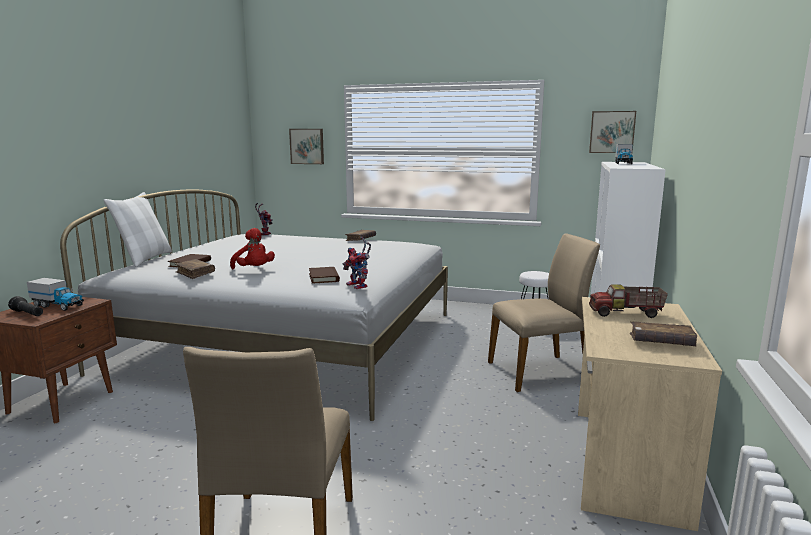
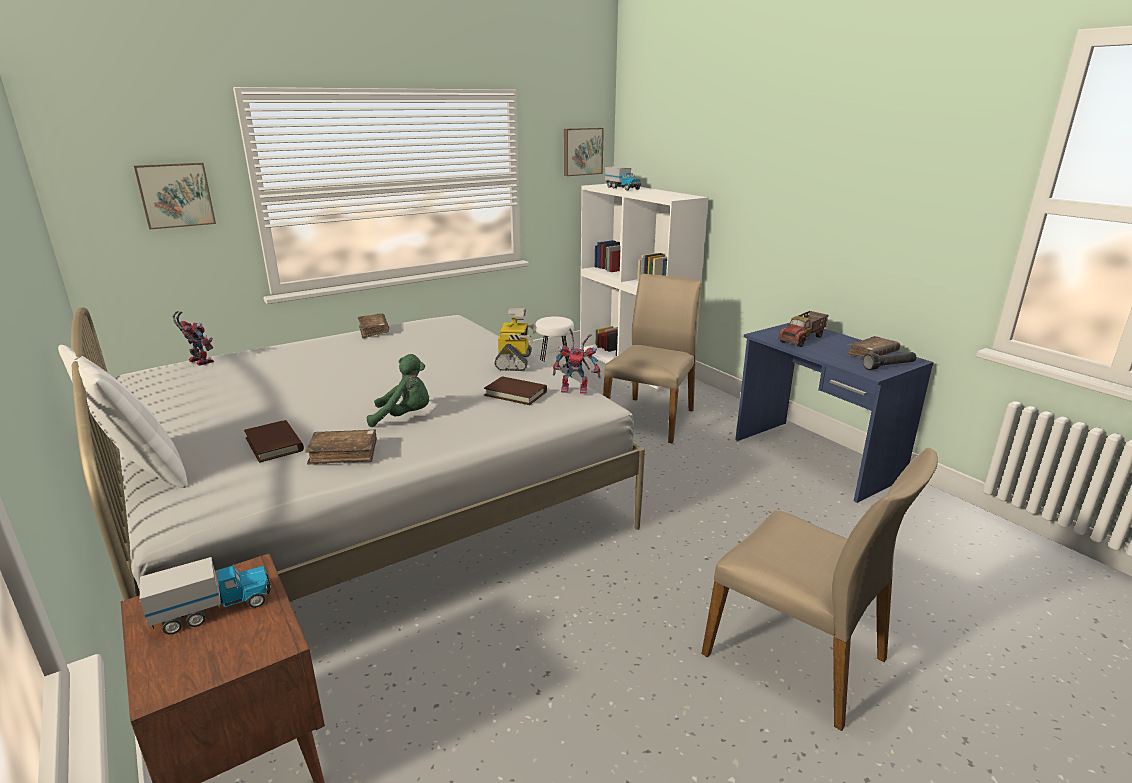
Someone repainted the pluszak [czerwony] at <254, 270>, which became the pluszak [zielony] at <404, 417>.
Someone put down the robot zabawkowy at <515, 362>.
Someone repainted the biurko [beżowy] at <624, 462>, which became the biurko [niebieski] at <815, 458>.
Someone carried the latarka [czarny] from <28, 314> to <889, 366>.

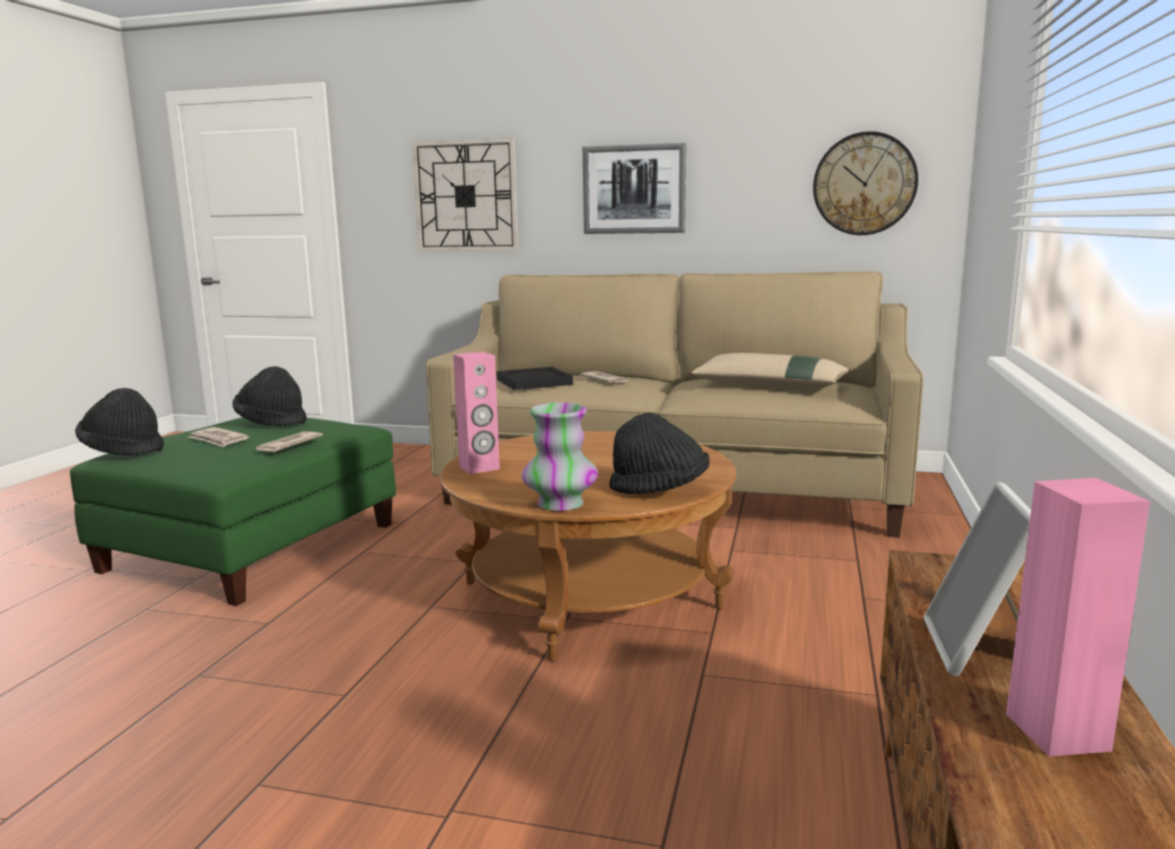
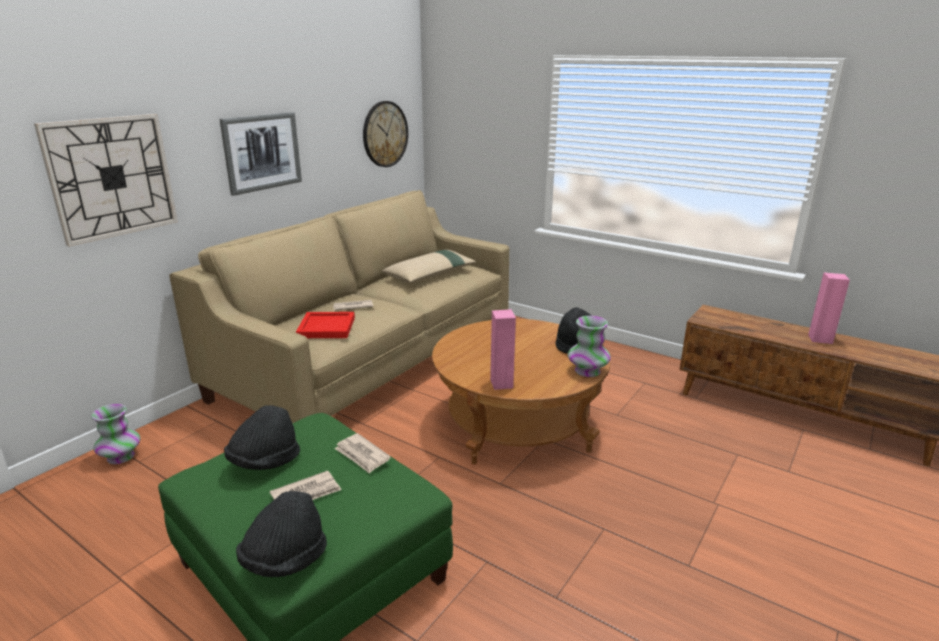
Someone put down the wazon at <121, 457>.
Someone repainted the taca [czarny] at <533, 382>, which became the taca [czerwony] at <327, 328>.
Someone took away the ramka na zdjęcie at <980, 651>.

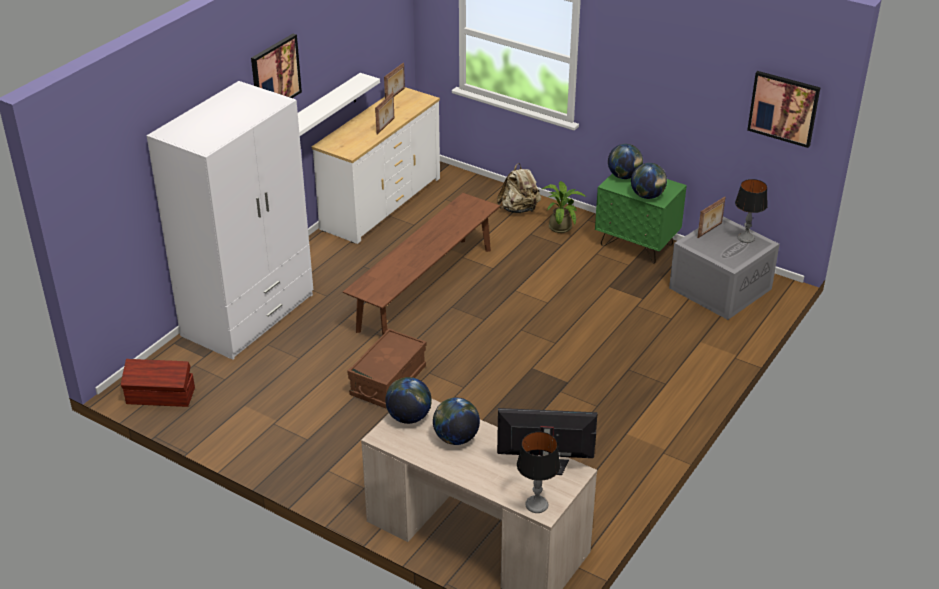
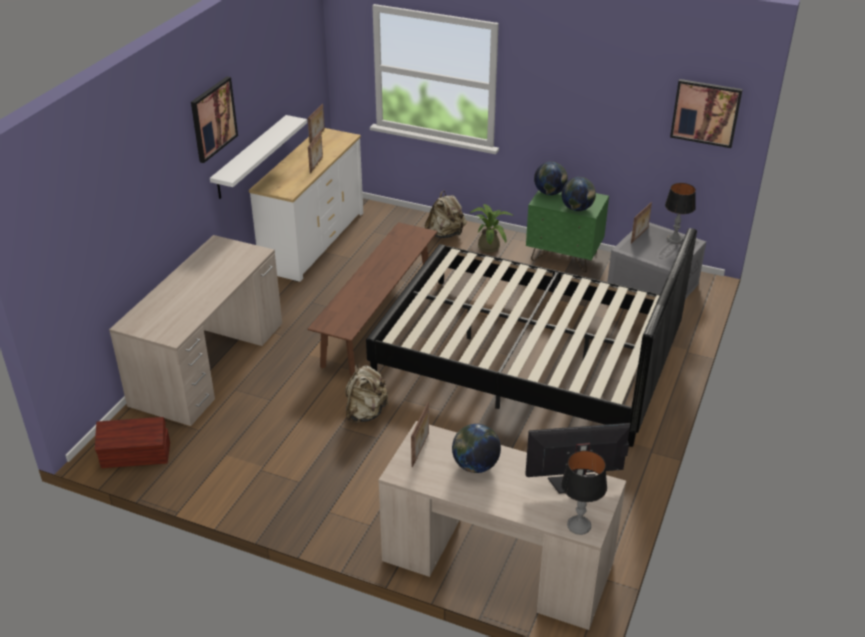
Someone swapped the szafa [biały] at <249, 315> for the biurko [beżowy] at <209, 362>.
Someone swapped the pojemnik do przechowywania [brązowy] at <388, 381> for the plecak [beżowy] at <365, 413>.
Someone put down the łóżko [czarny] at <527, 356>.
Someone swapped the globus at <409, 417> for the ramka na zdjęcie at <421, 450>.

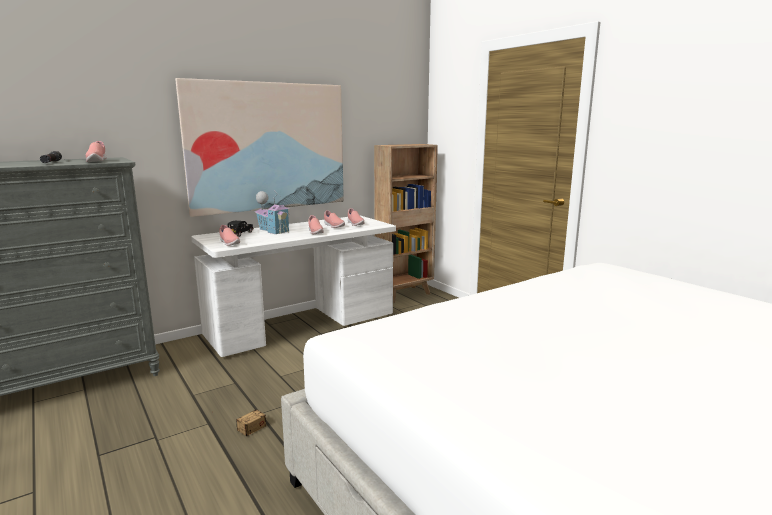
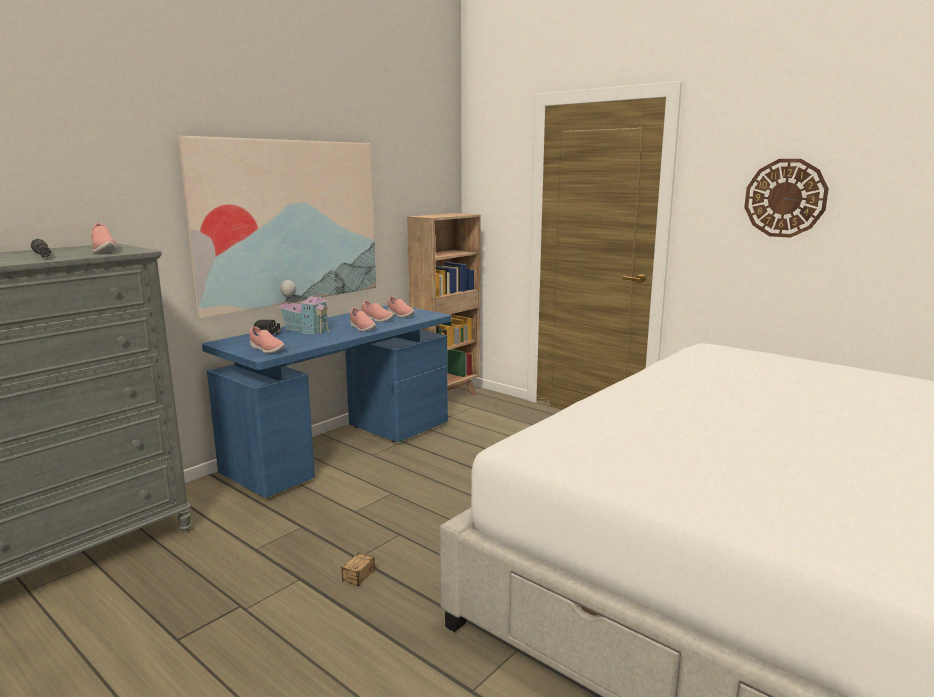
Someone repainted the biurko [biały] at <302, 326>, which became the biurko [niebieski] at <343, 448>.
Someone put up the zegar ścienny at <785, 198>.

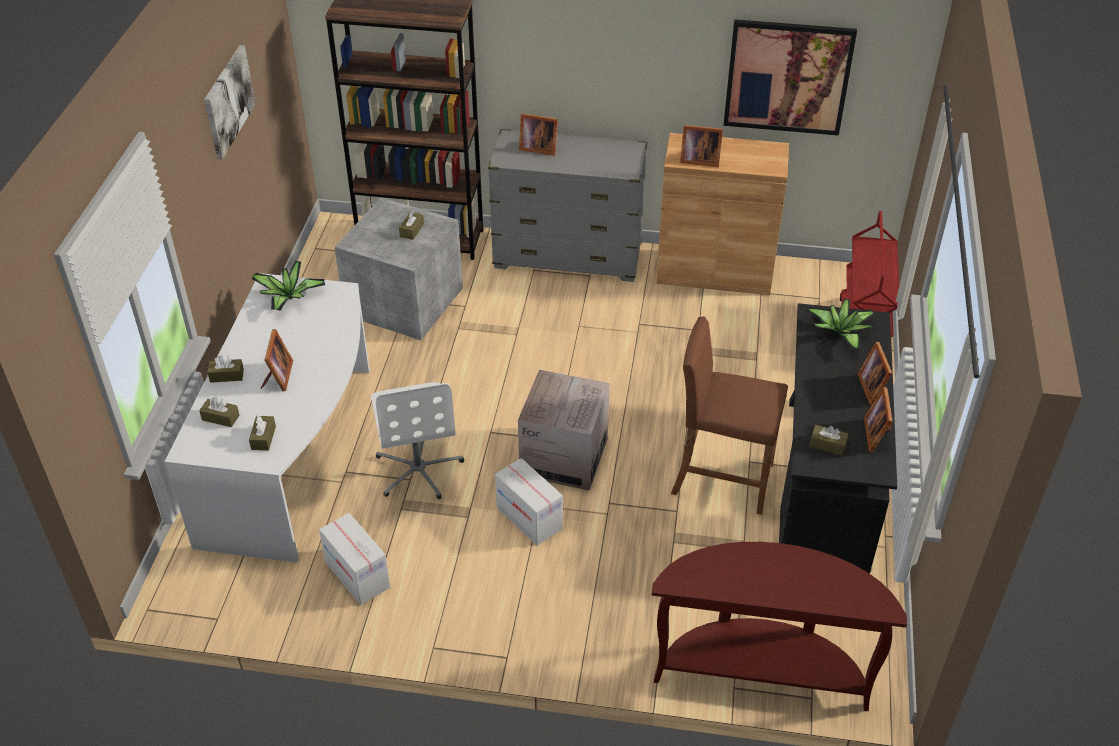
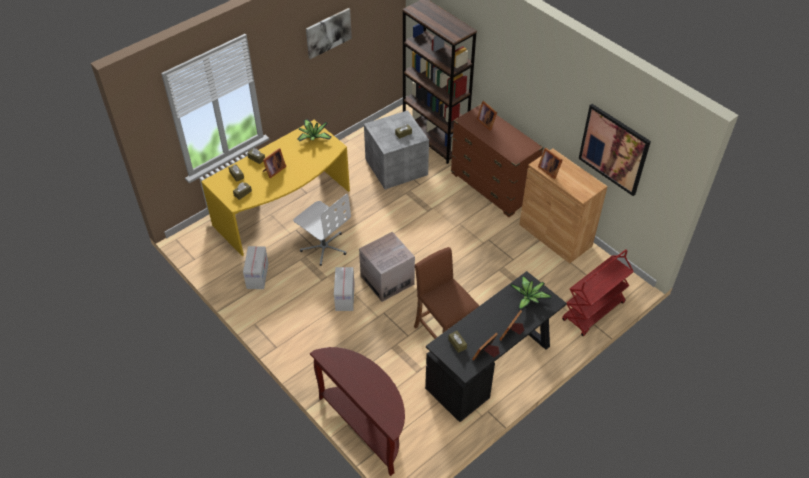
Someone repainted the biurko [biały] at <294, 455>, which became the biurko [żółty] at <284, 210>.
Someone rotated the krzesło biurowe [biały] at <418, 469> by 75 degrees counterclockwise.
Someone repainted the komoda [szary] at <568, 257>, which became the komoda [brązowy] at <492, 187>.

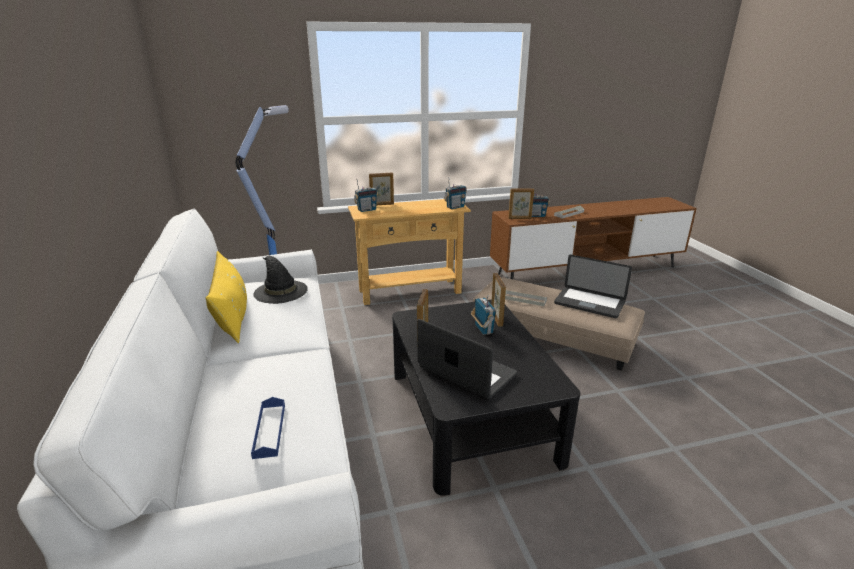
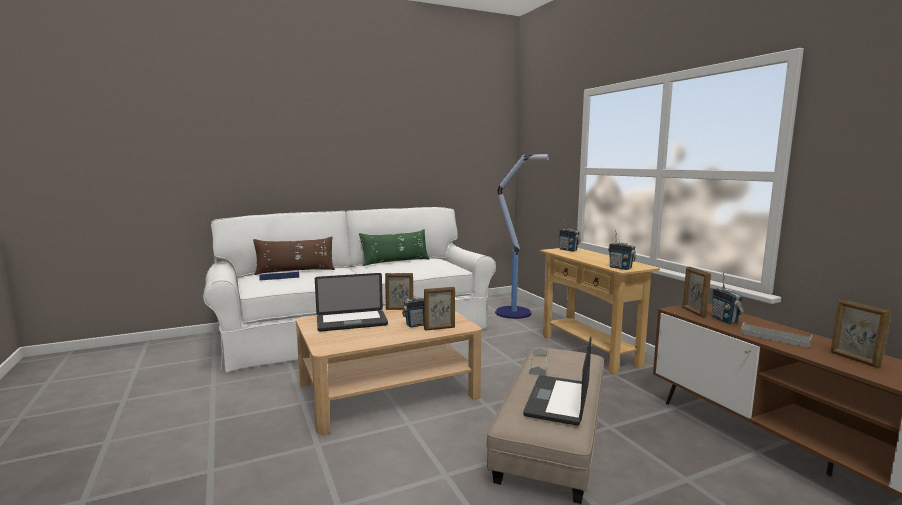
Someone put down the poduszka [brązowy] at <295, 271>.
Someone repainted the ława [czarny] at <470, 415>, which became the ława [beżowy] at <388, 390>.
Someone rotated the laptop at <466, 371> by 45 degrees clockwise.
Someone repainted the poduszka [żółty] at <232, 315>, which became the poduszka [zielony] at <395, 262>.
Someone carried the ramka na zdjęcie from <382, 204> to <854, 359>.
Someone took away the kapelusz [czarny] at <280, 291>.

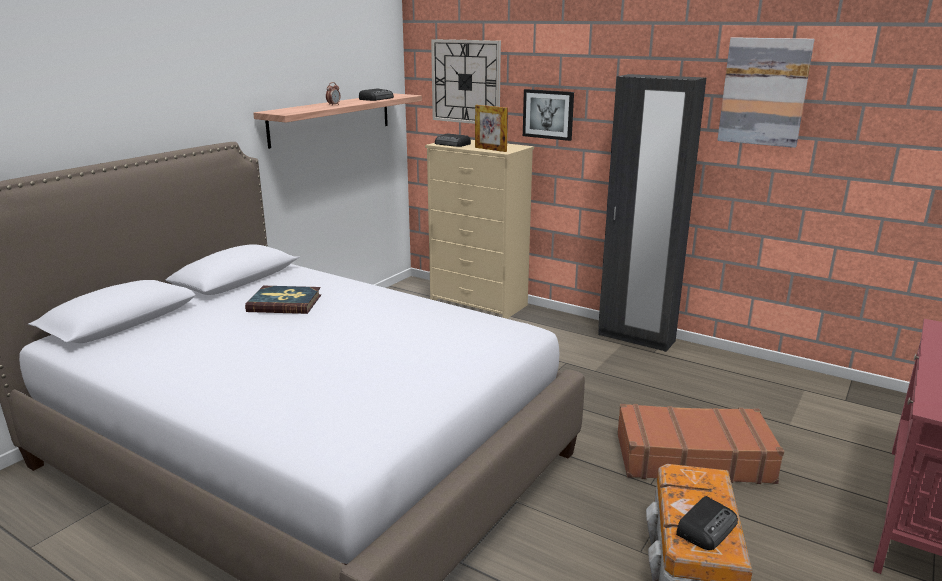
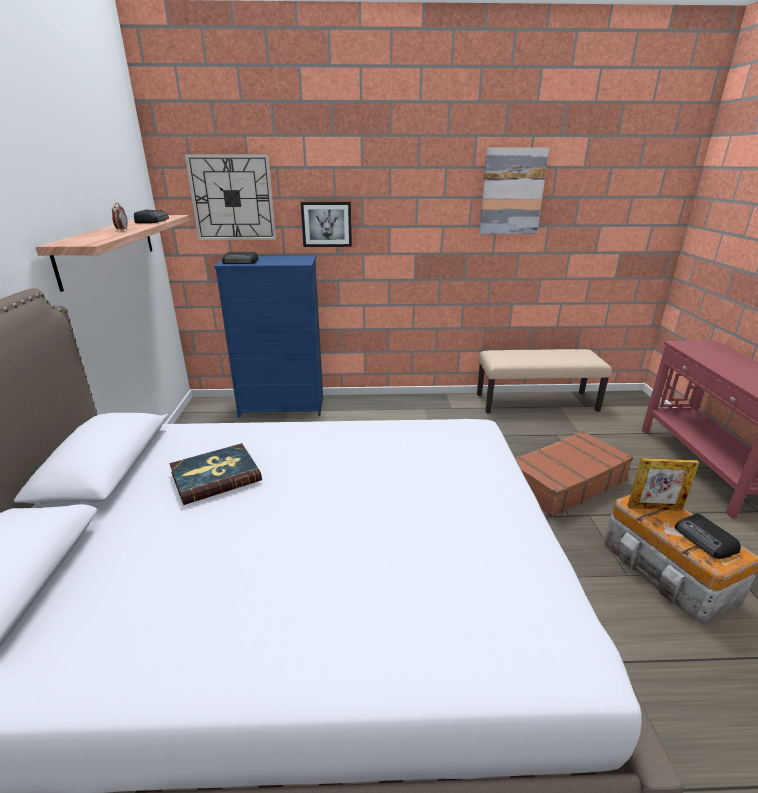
Someone repainted the komoda [beżowy] at <479, 304>, which became the komoda [niebieski] at <283, 407>.
Someone put down the ławka [beżowy] at <536, 402>.
Someone carried the ramka na zdjęcie from <490, 149> to <654, 508>.
Someone rotated the radio at <706, 527> by 150 degrees clockwise.
Someone took away the szafa [czarny] at <636, 338>.

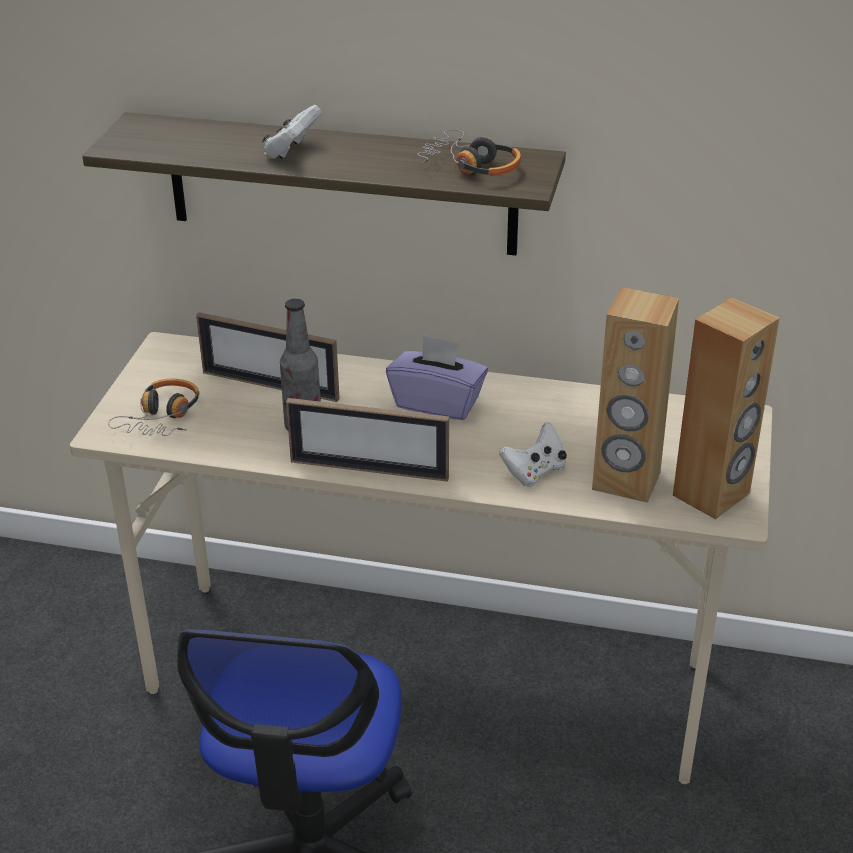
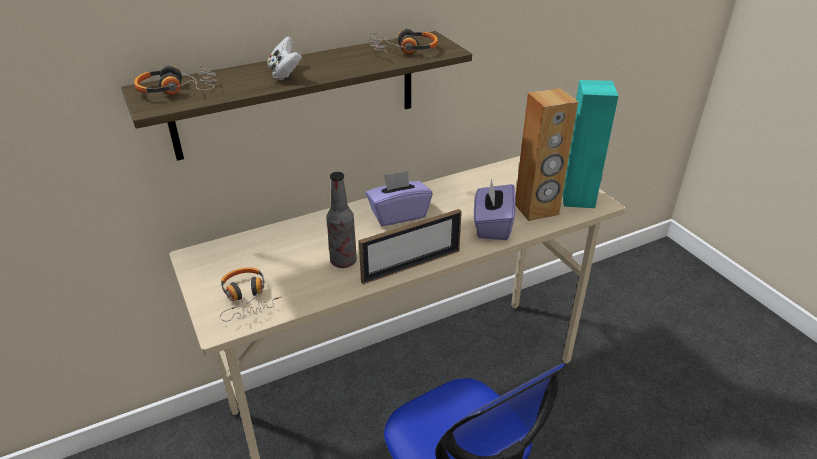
Someone put down the słuchawki at <178, 89>.
Someone swapped the pad do gier [biały] at <534, 472> for the pudełko chusteczek [fioletowy] at <492, 225>.
Someone repainted the głośnik [brązowy] at <712, 495>, which became the głośnik [turkusowy] at <578, 198>.
Someone took away the ramka na zdjęcie at <270, 385>.

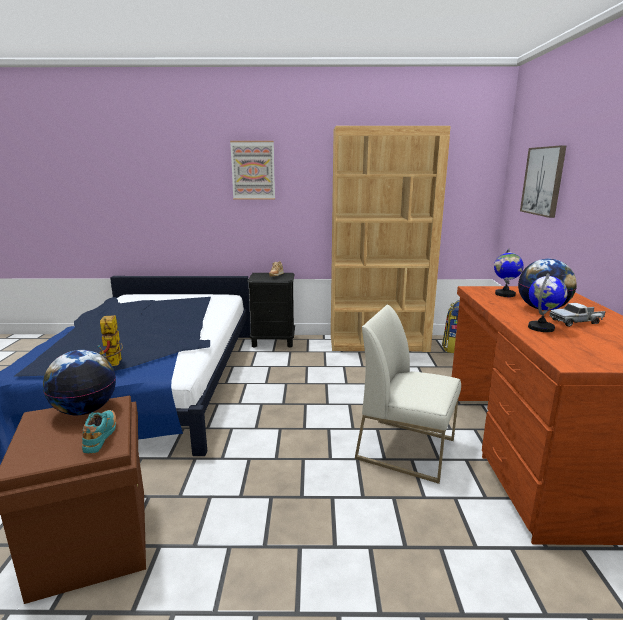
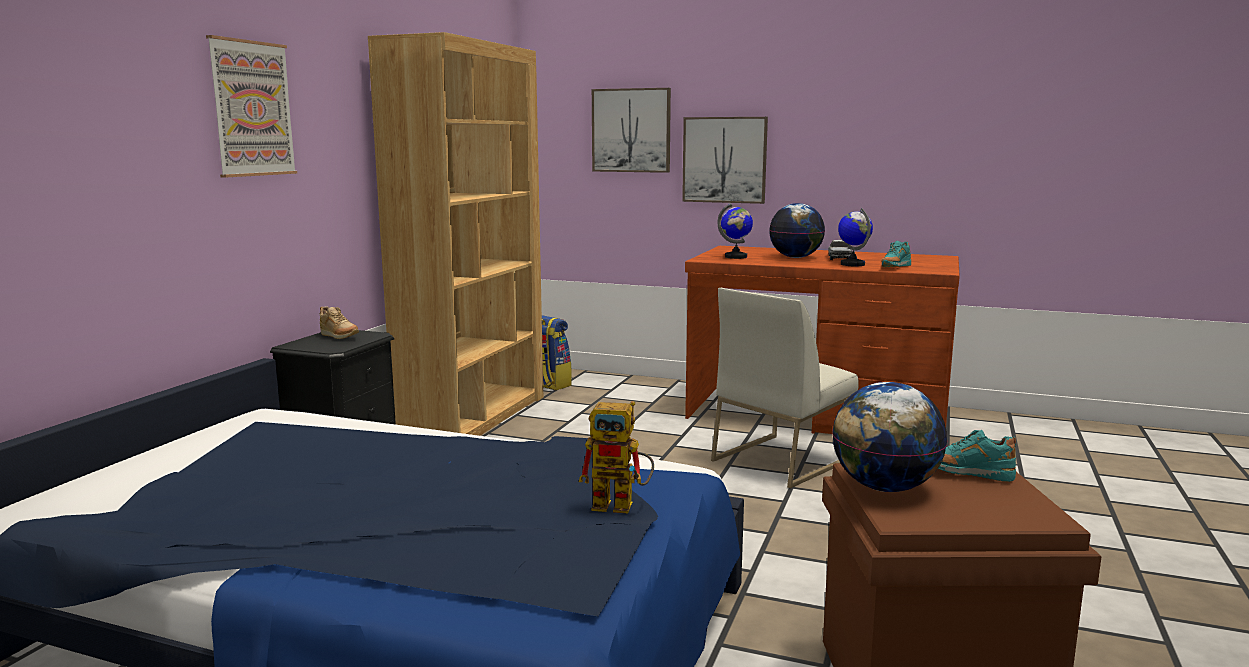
Someone put up the obraz at <724, 160>.
Someone put down the but [turkusowy] at <895, 268>.

